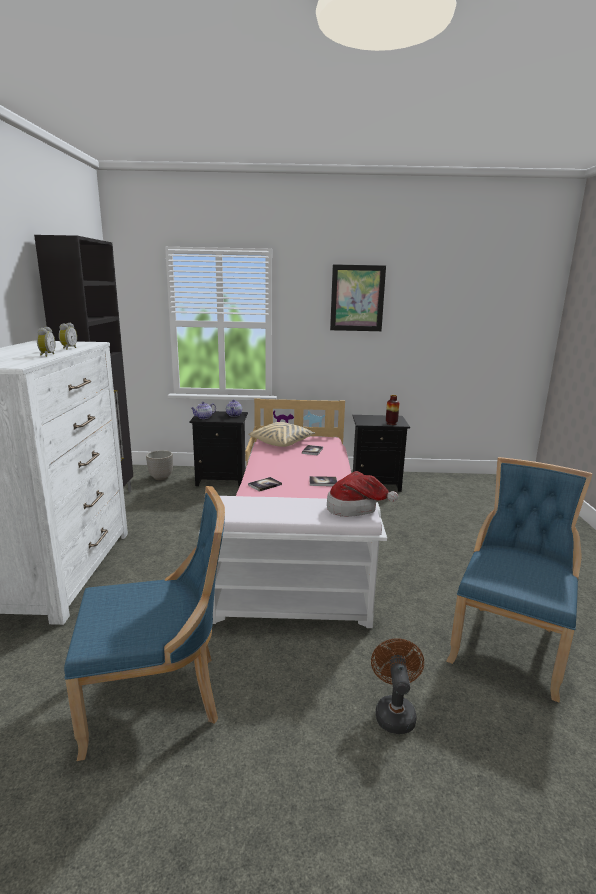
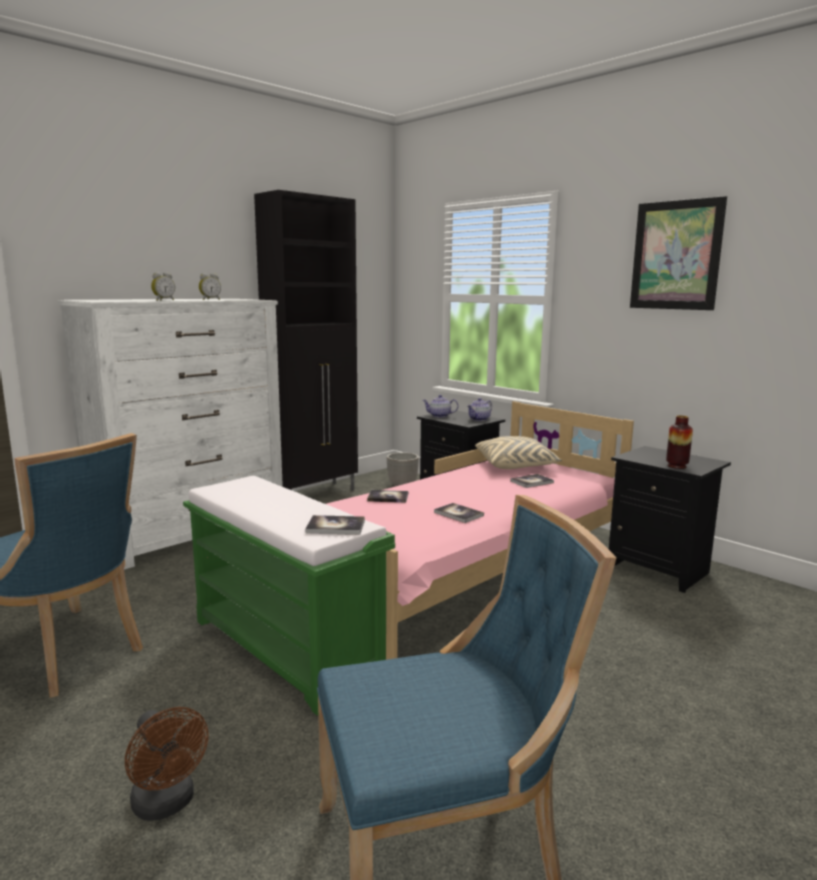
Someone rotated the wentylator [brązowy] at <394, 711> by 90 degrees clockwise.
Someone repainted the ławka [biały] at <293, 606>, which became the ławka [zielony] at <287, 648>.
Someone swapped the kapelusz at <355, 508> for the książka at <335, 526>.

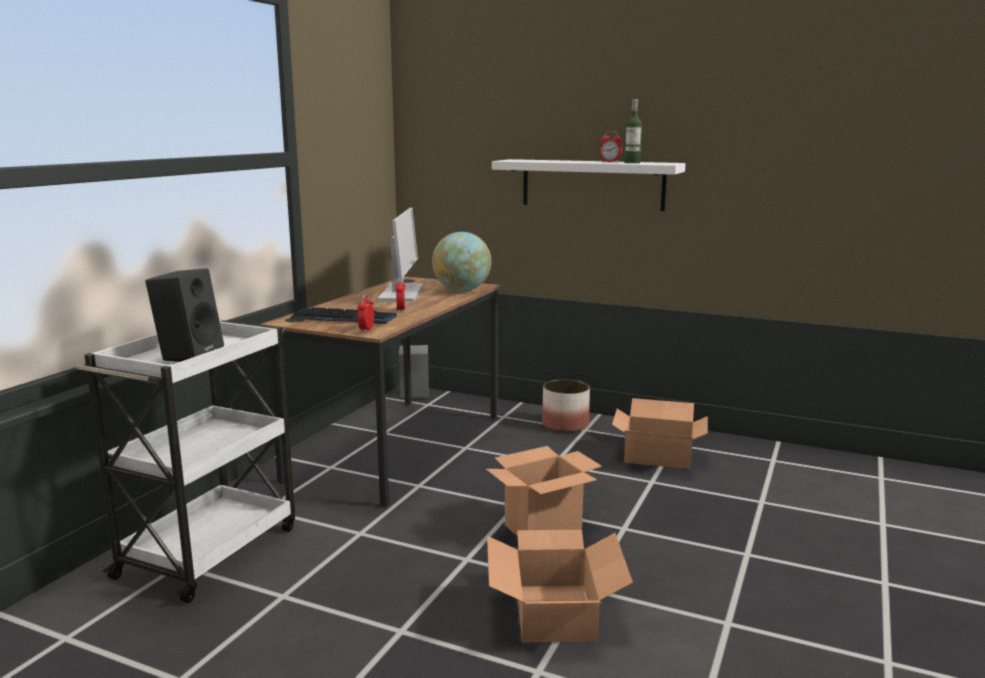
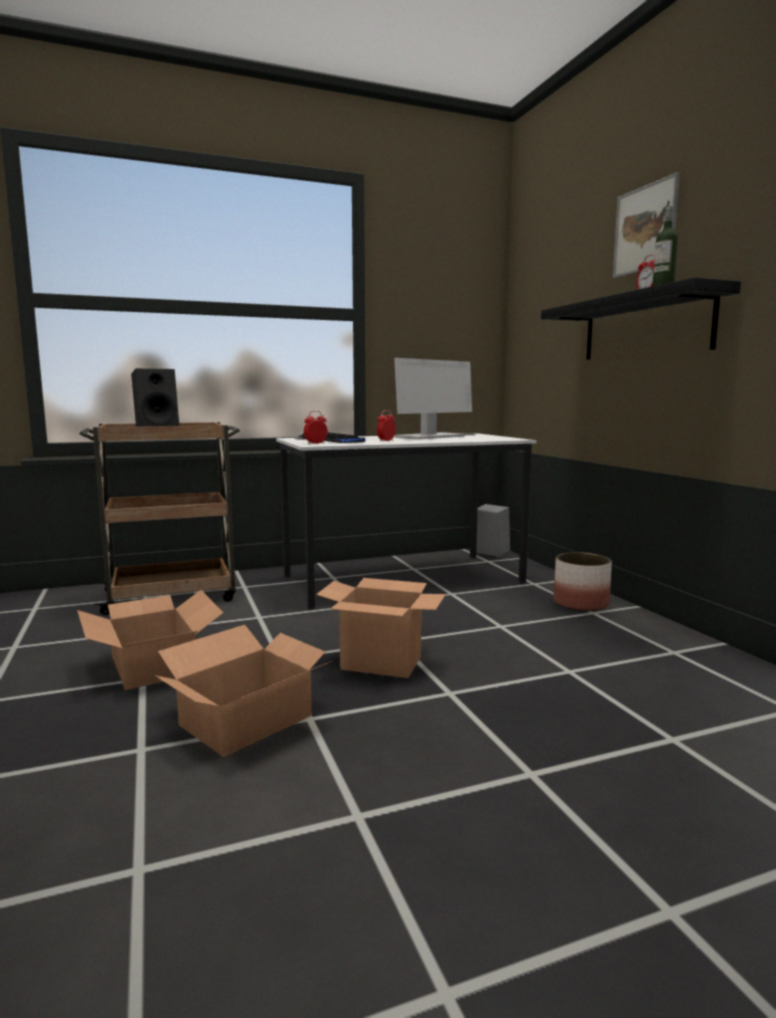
Someone carried the karton from <657, 455> to <154, 665>.
Someone repainted the wózek [biały] at <210, 550>, which became the wózek [brązowy] at <173, 596>.
Someone repainted the biurko [brązowy] at <398, 447>, which became the biurko [biały] at <403, 579>.
Someone repainted the półka [biały] at <592, 184>, which became the półka [czarny] at <645, 327>.
Someone put up the obraz at <645, 228>.
Someone took away the globus at <462, 290>.

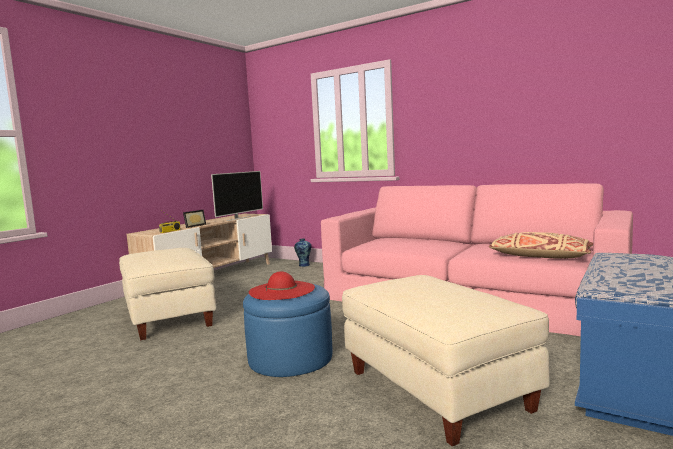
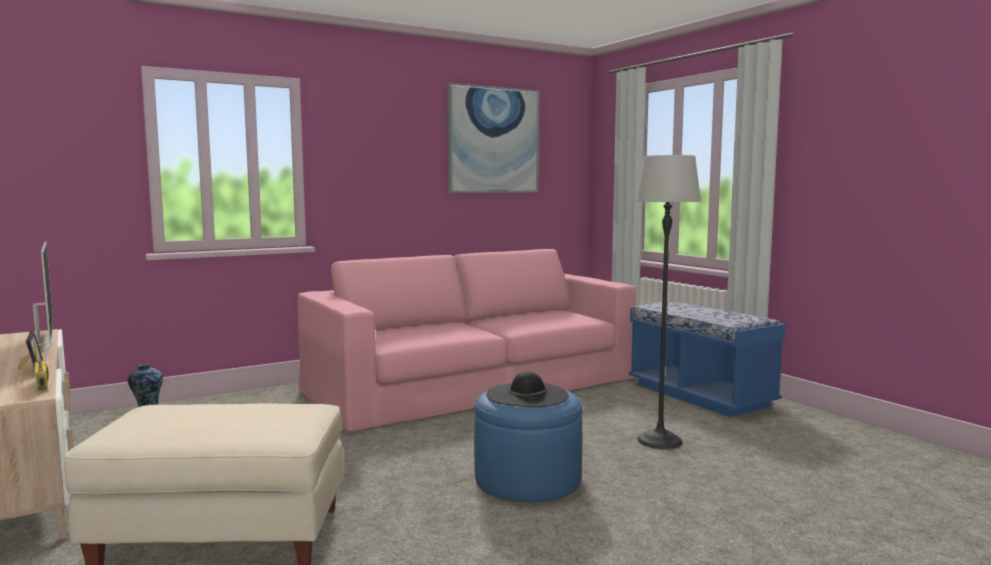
Someone put up the obraz at <493, 140>.
Someone repainted the kapelusz [czerwony] at <282, 290>, which became the kapelusz [czarny] at <527, 395>.
Someone swapped the pufa [beżowy] at <437, 389> for the lampa stojąca at <660, 441>.
Someone took away the poduszka [beżowy] at <539, 256>.

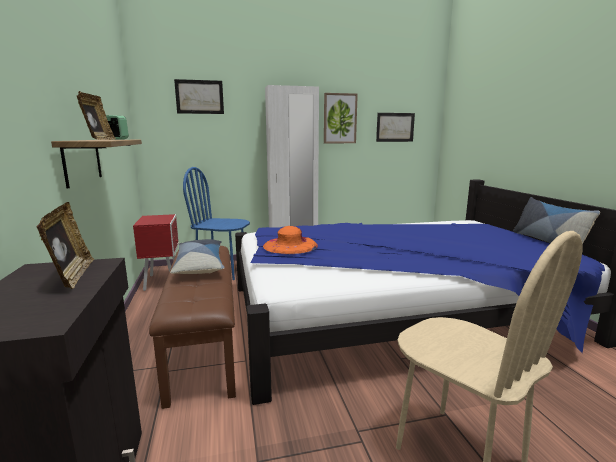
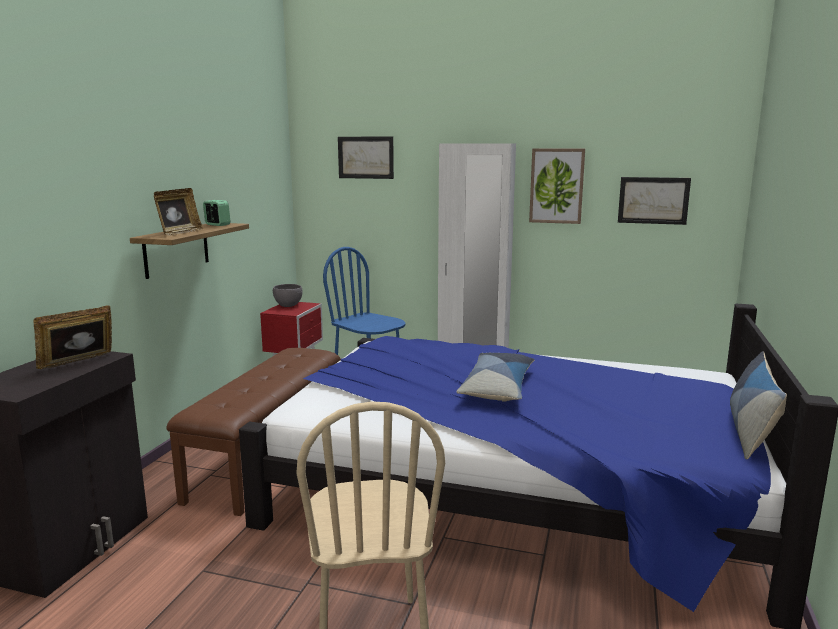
Someone rotated the ramka na zdjęcie at <72, 276> by 150 degrees counterclockwise.
Someone put down the miska [szary] at <288, 305>.
Someone carried the poduszka from <200, 265> to <498, 387>.
Someone took away the kapelusz [pomarańczowy] at <290, 245>.

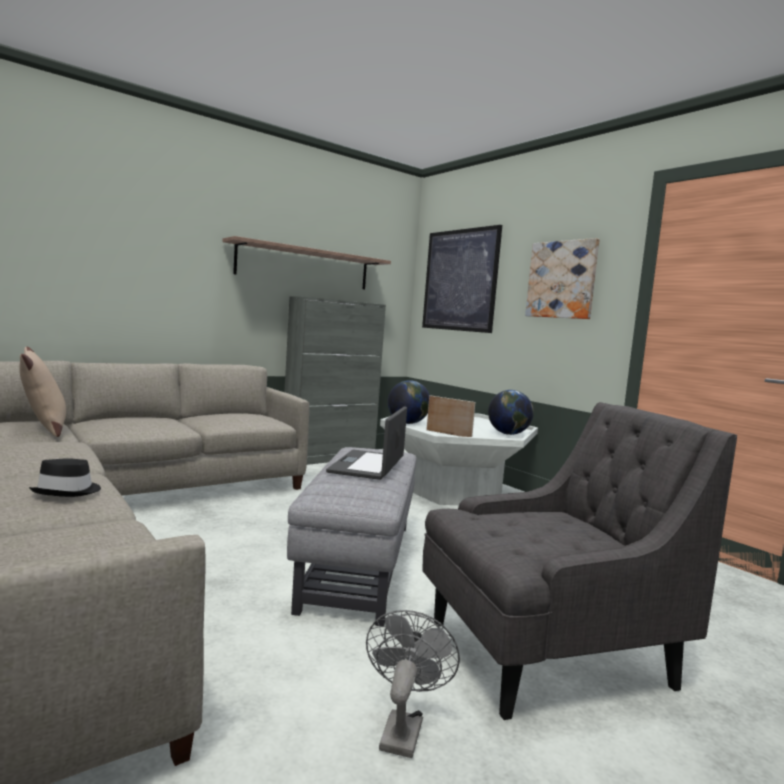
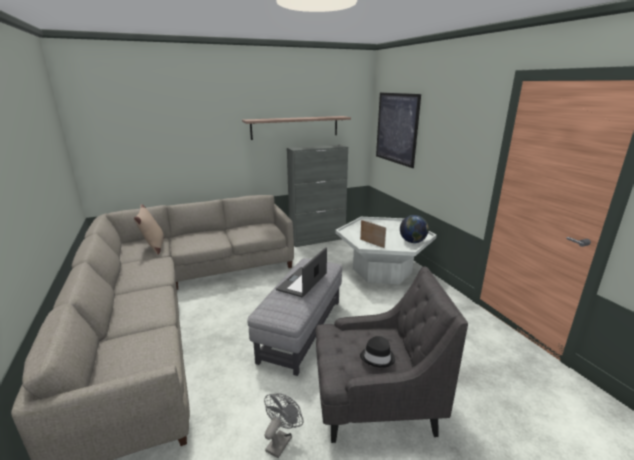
Someone carried the kapelusz [czarny] from <68, 491> to <378, 357>.
Someone took away the globus at <407, 423>.
Someone took away the obraz at <562, 280>.

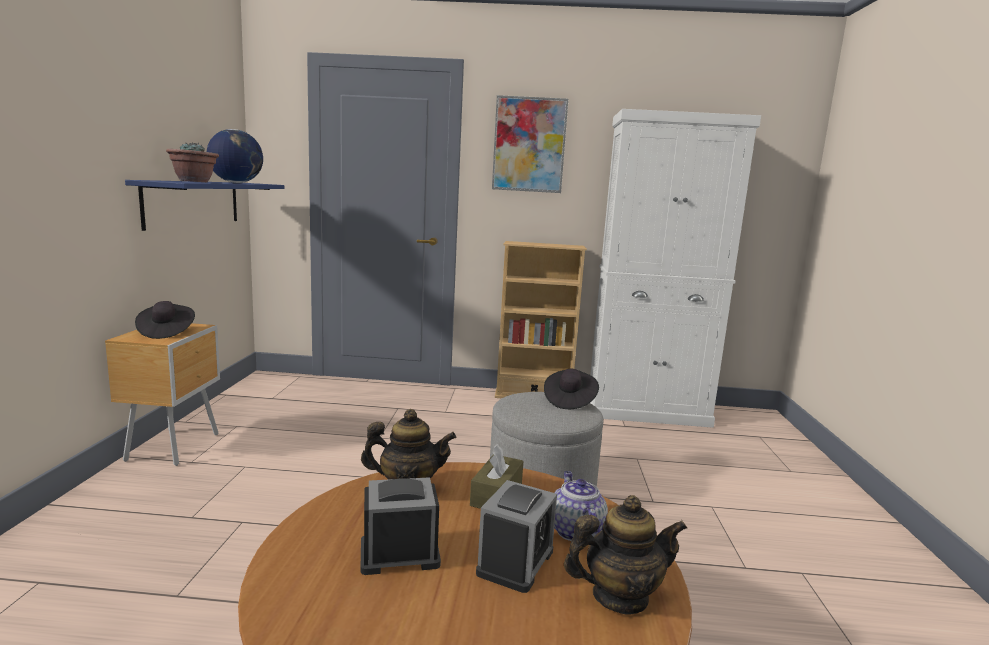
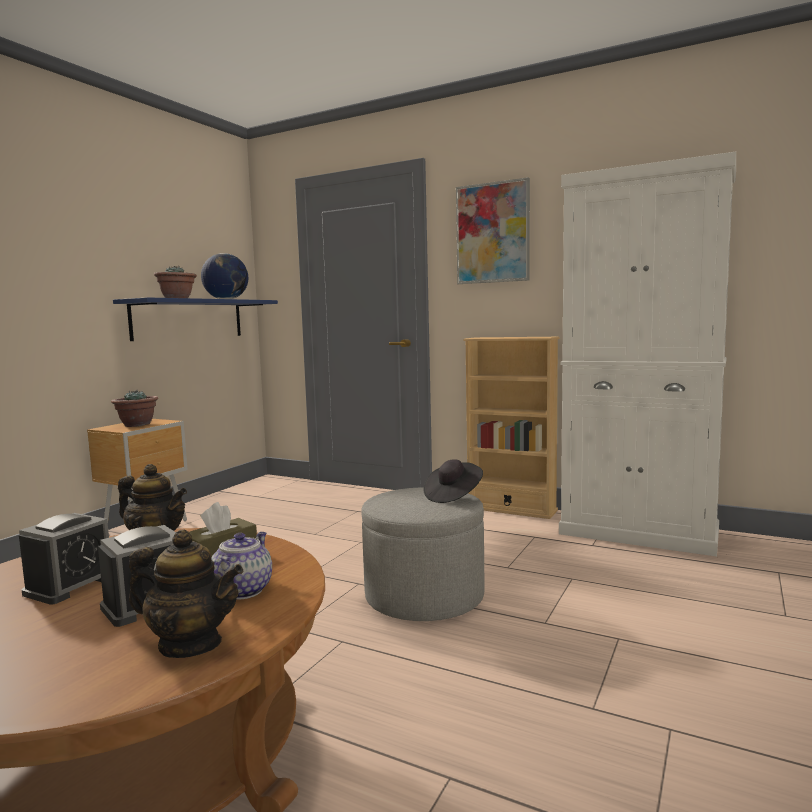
Someone rotated the budzik at <399, 554> by 105 degrees clockwise.
Someone swapped the kapelusz [czarny] at <166, 332> for the roślina doniczkowa at <136, 425>.

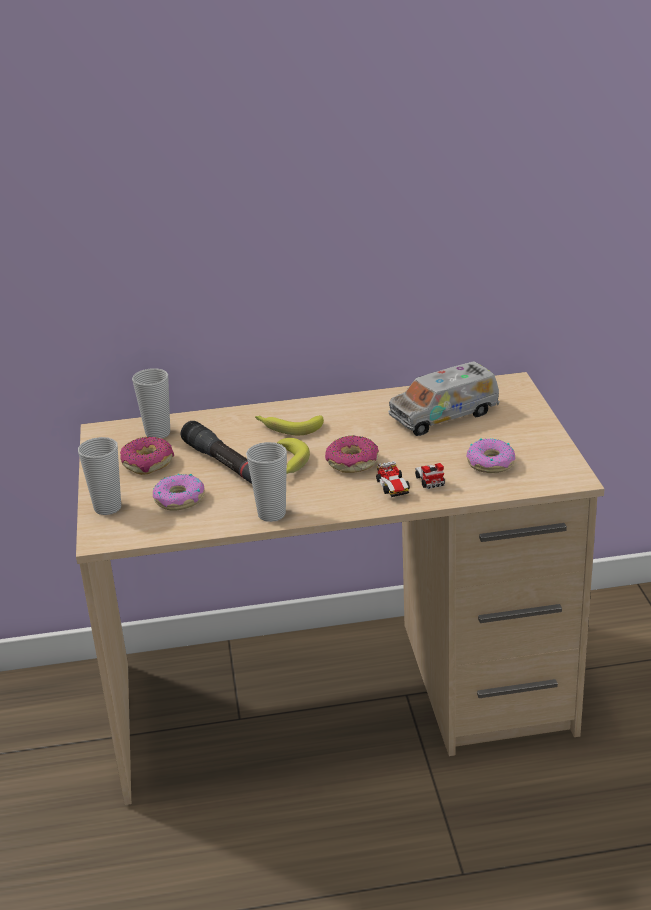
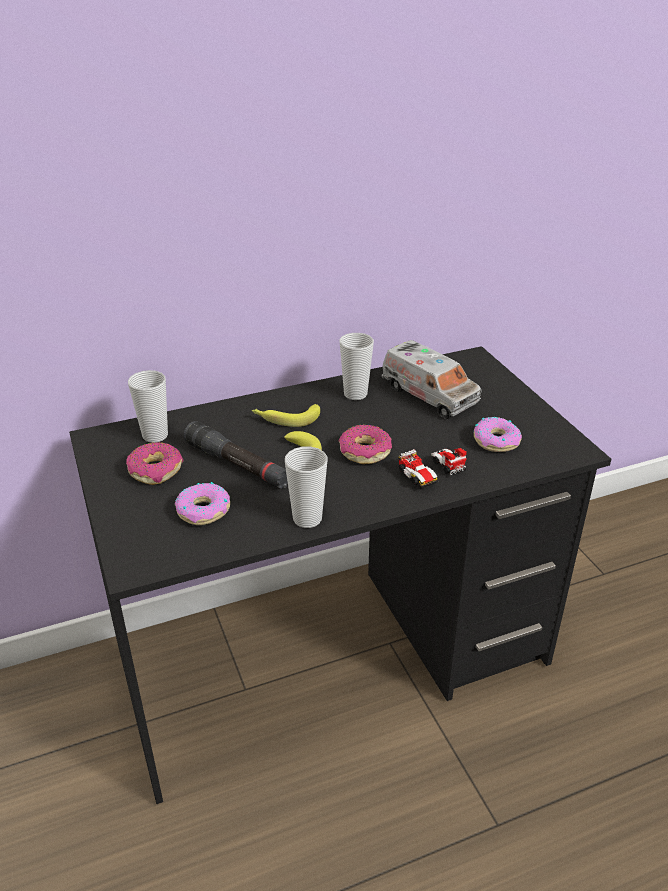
Someone repainted the biurko [beżowy] at <340, 701>, which became the biurko [czarny] at <333, 657>.
Someone carried the filiżanka from <107, 508> to <355, 394>.
Someone rotated the ciężarówka zabawkowa at <444, 415> by 90 degrees counterclockwise.

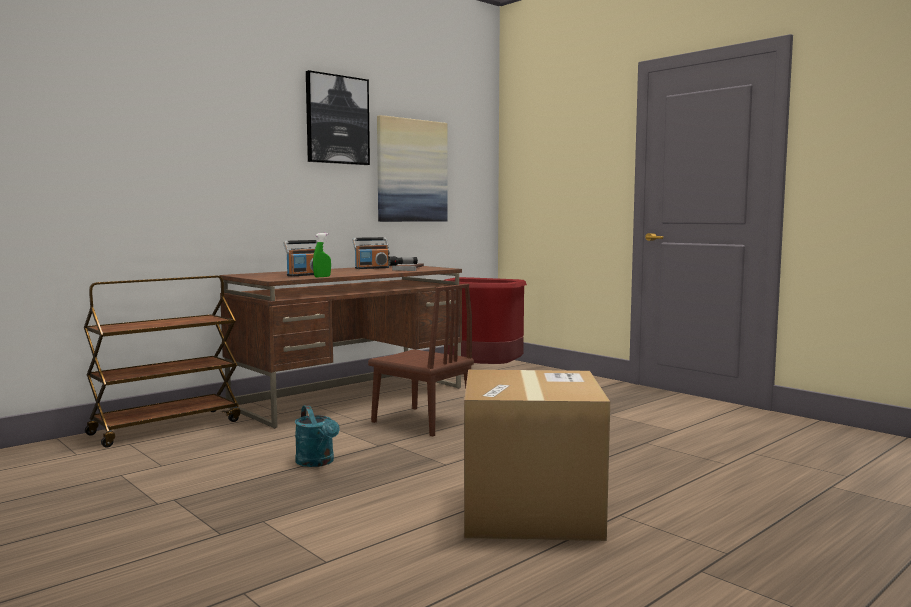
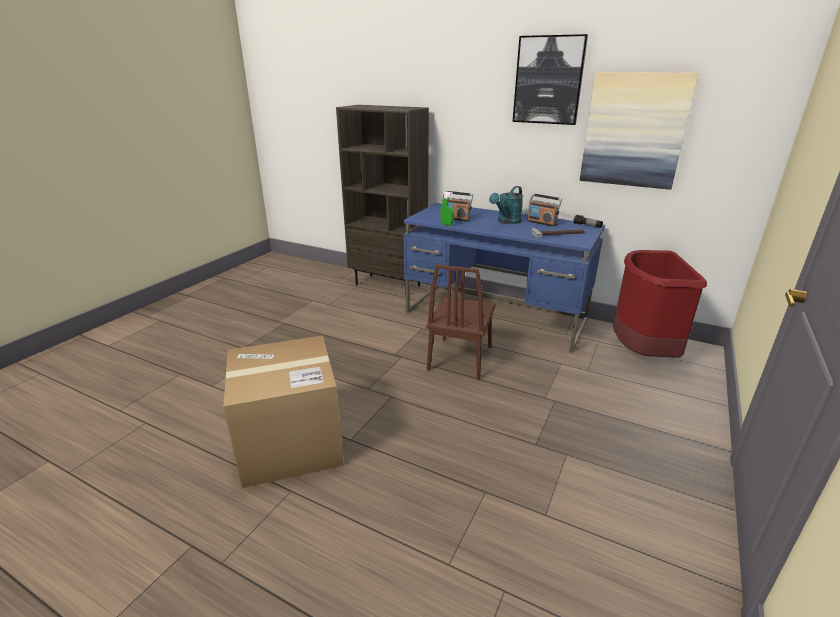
Someone swapped the wózek [brązowy] at <166, 427> for the regał [brązowy] at <388, 285>.
Someone repainted the biurko [brązowy] at <350, 397>, which became the biurko [niebieski] at <496, 316>.
Someone carried the konewka [turkusowy] from <317, 462> to <507, 221>.

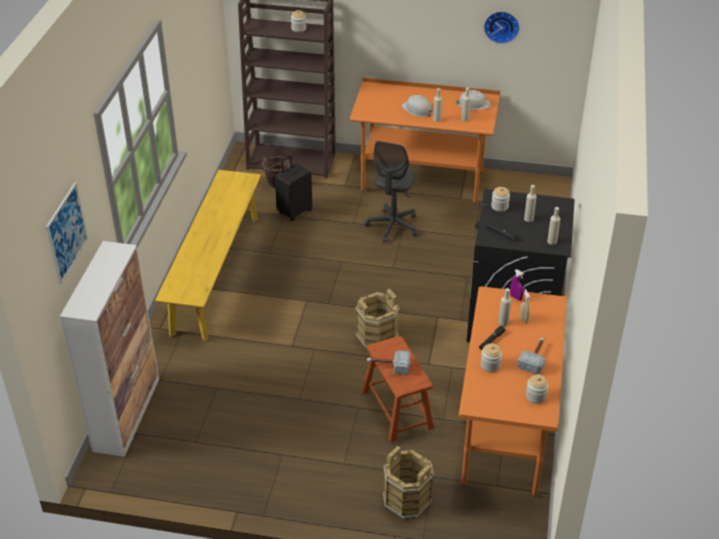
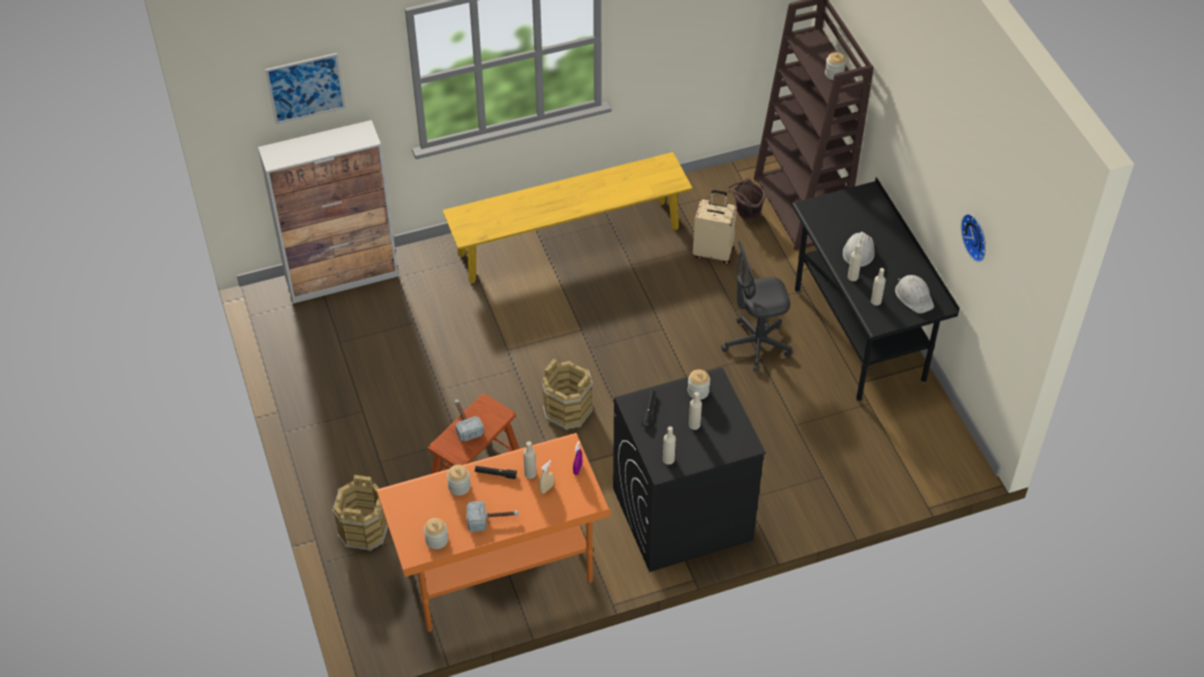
Someone repainted the walizka [czarny] at <294, 212>, which became the walizka [beżowy] at <713, 252>.
Someone repainted the biurko [pomarańczowy] at <422, 182>, which became the biurko [czarny] at <859, 336>.

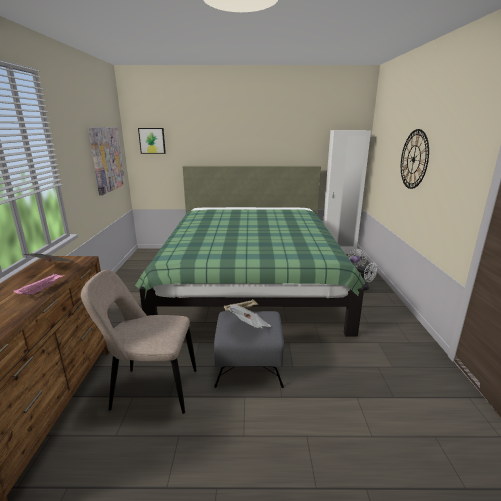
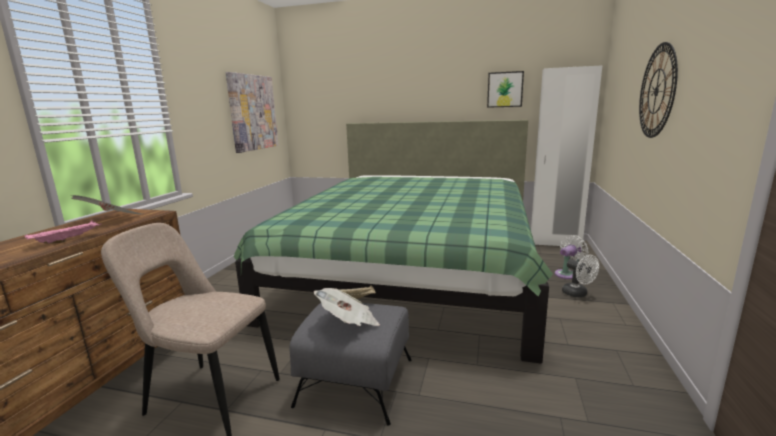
Someone carried the obraz from <152, 140> to <505, 89>.

